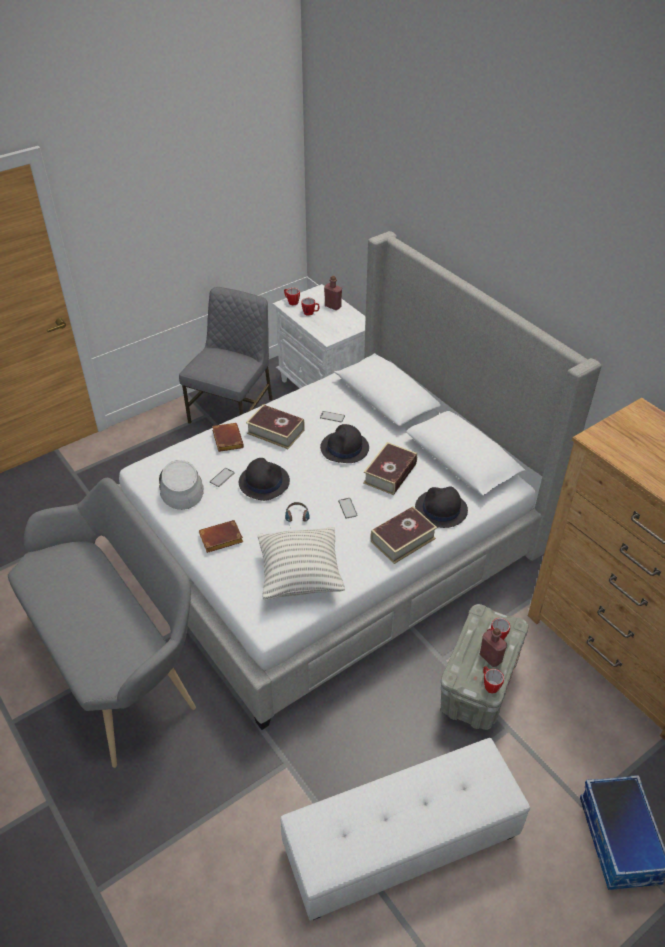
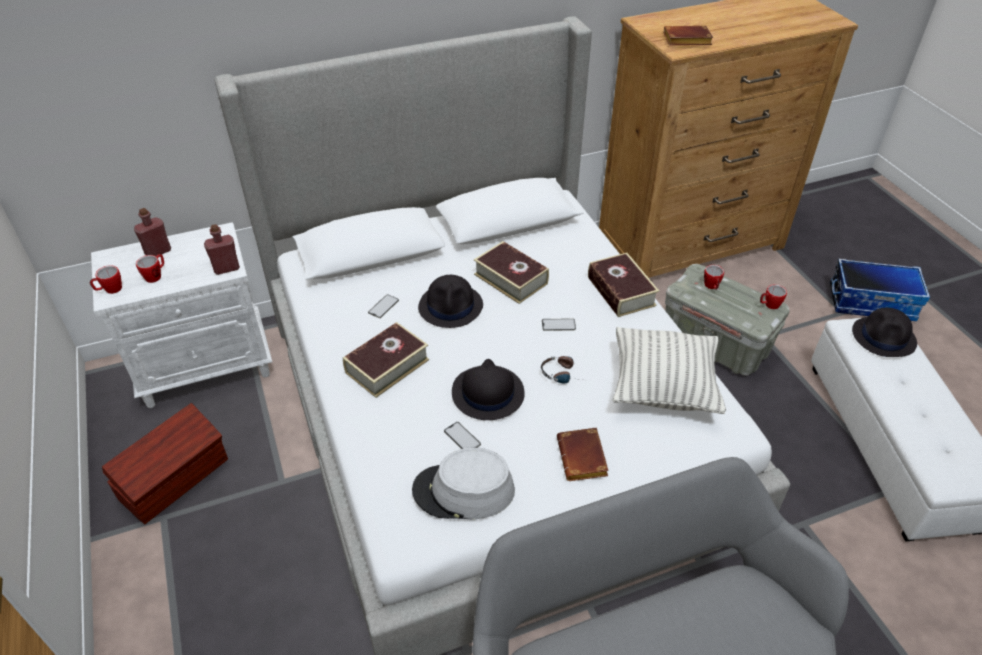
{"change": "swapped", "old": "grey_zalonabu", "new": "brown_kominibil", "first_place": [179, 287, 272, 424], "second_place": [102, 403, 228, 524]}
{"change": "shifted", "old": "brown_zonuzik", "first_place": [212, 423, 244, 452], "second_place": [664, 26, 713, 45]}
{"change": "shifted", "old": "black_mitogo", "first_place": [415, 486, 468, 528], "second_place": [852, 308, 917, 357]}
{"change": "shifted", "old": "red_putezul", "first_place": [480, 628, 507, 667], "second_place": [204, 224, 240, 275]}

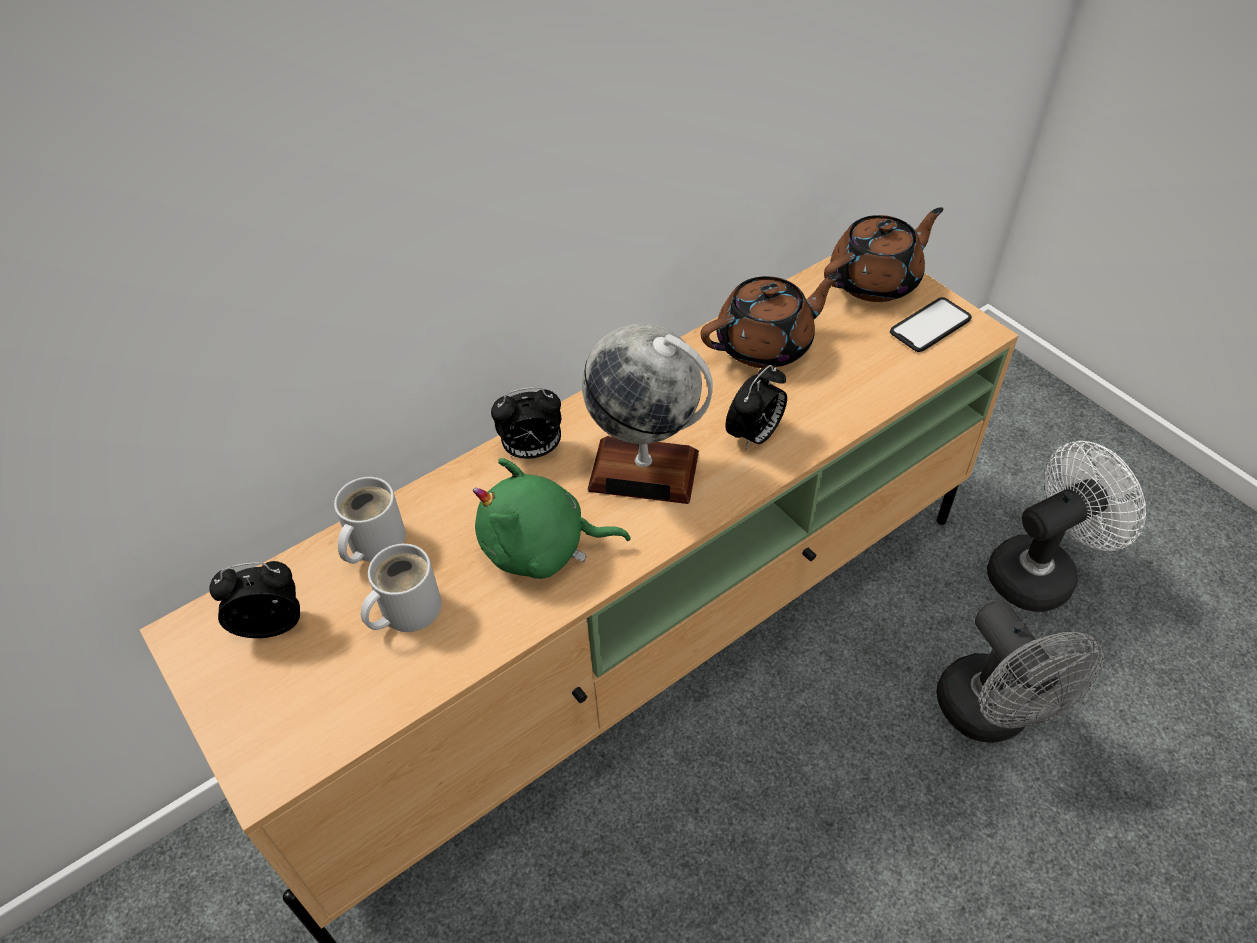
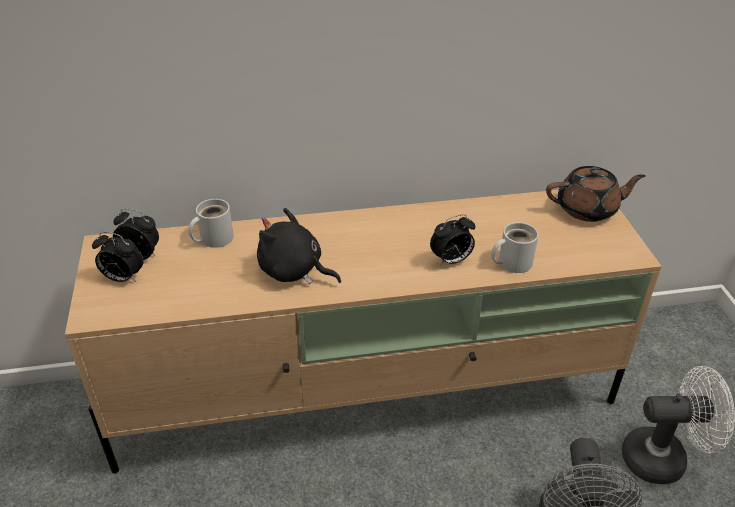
{"change": "gone", "old": "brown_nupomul", "first_place": [701, 273, 841, 368]}
{"change": "gone", "old": "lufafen", "first_place": [890, 297, 972, 352]}
{"change": "gone", "old": "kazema", "first_place": [582, 324, 713, 504]}
{"change": "shifted", "old": "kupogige", "first_place": [491, 387, 561, 459], "second_place": [92, 232, 144, 282]}
{"change": "repainted", "old": "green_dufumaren", "new": "black_dufumaren", "first_place": [473, 458, 630, 579], "second_place": [257, 208, 341, 284]}
{"change": "shifted", "old": "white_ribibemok", "first_place": [361, 544, 442, 632], "second_place": [491, 222, 538, 273]}

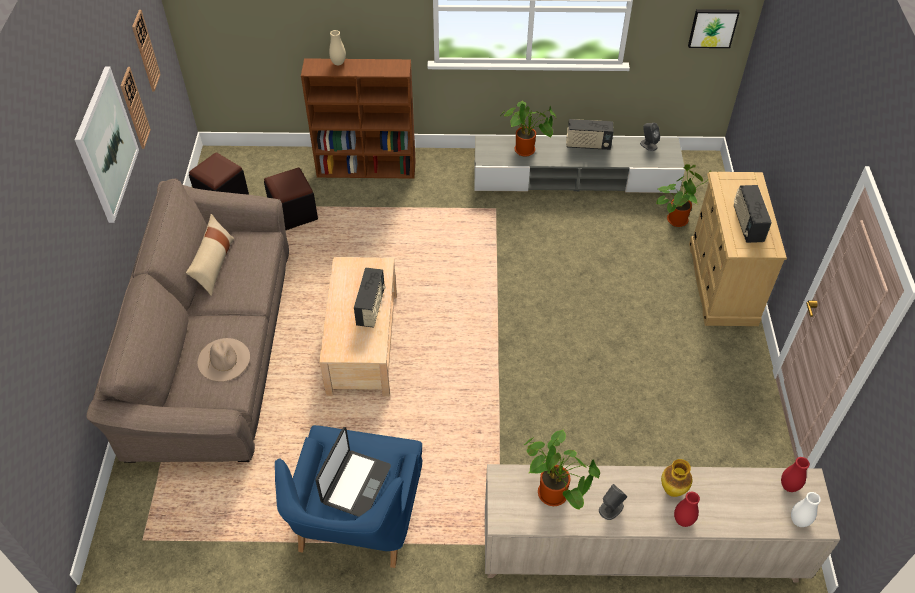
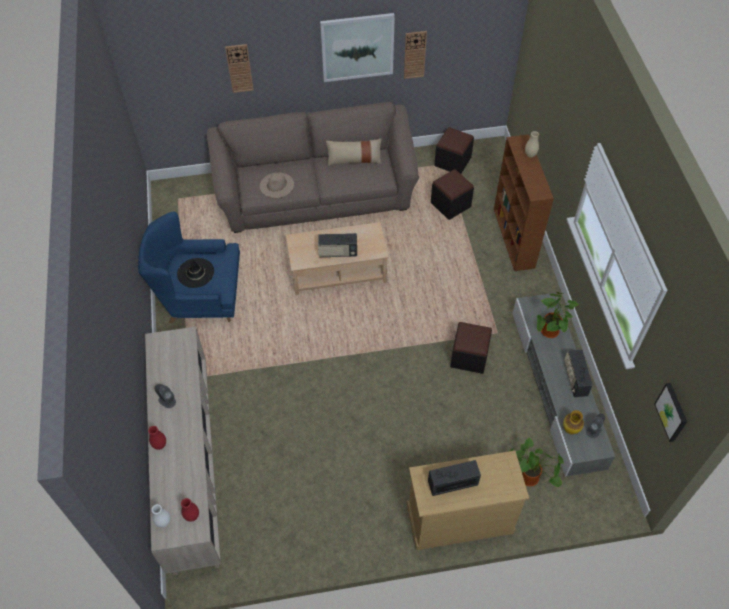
{"change": "shifted", "old": "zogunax", "first_place": [132, 10, 161, 92], "second_place": [225, 44, 254, 93]}
{"change": "swapped", "old": "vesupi", "new": "black_mitogo", "first_place": [316, 427, 391, 517], "second_place": [177, 258, 214, 288]}
{"change": "gone", "old": "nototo", "first_place": [524, 429, 600, 510]}
{"change": "shifted", "old": "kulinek", "first_place": [661, 459, 692, 497], "second_place": [563, 410, 584, 434]}
{"change": "new", "new": "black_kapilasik", "second_place": [450, 322, 492, 374]}

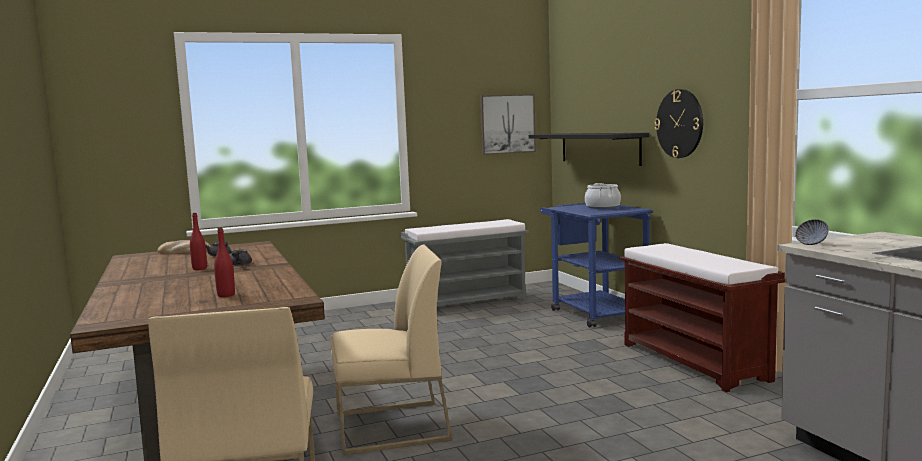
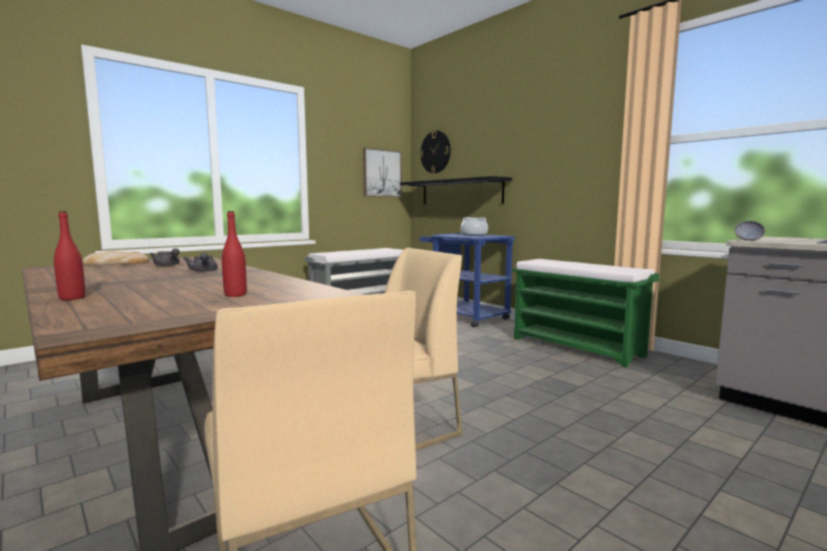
{"change": "shifted", "old": "zogunax", "first_place": [655, 89, 703, 158], "second_place": [420, 131, 451, 173]}
{"change": "shifted", "old": "red_putezul", "first_place": [190, 213, 207, 270], "second_place": [54, 211, 85, 300]}
{"change": "repainted", "old": "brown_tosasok", "new": "green_tosasok", "first_place": [620, 243, 785, 392], "second_place": [512, 259, 659, 368]}

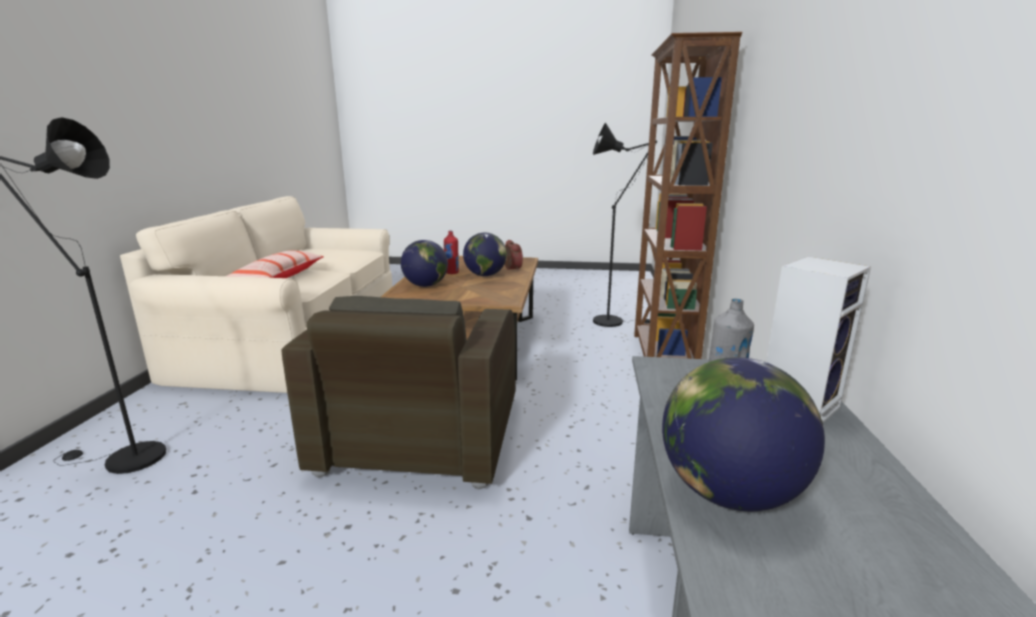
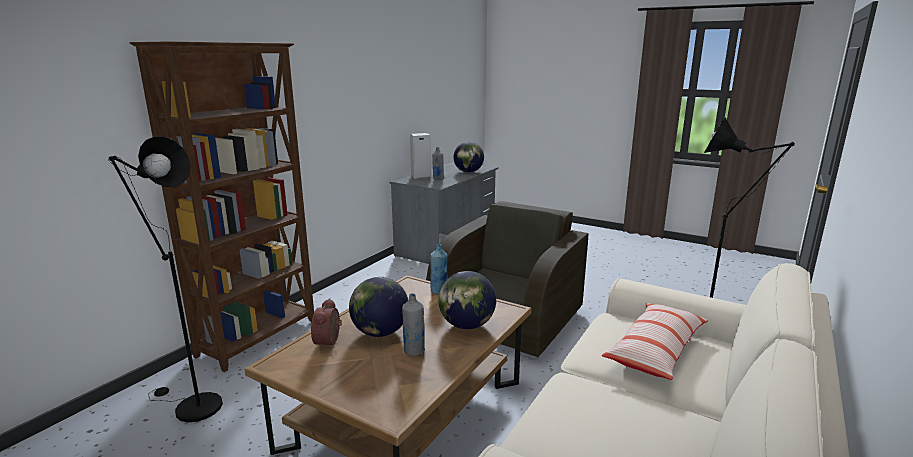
{"change": "repainted", "old": "red_putezul", "new": "grey_putezul", "first_place": [444, 231, 459, 274], "second_place": [402, 293, 425, 356]}
{"change": "new", "new": "blue_putezul", "second_place": [430, 244, 447, 294]}

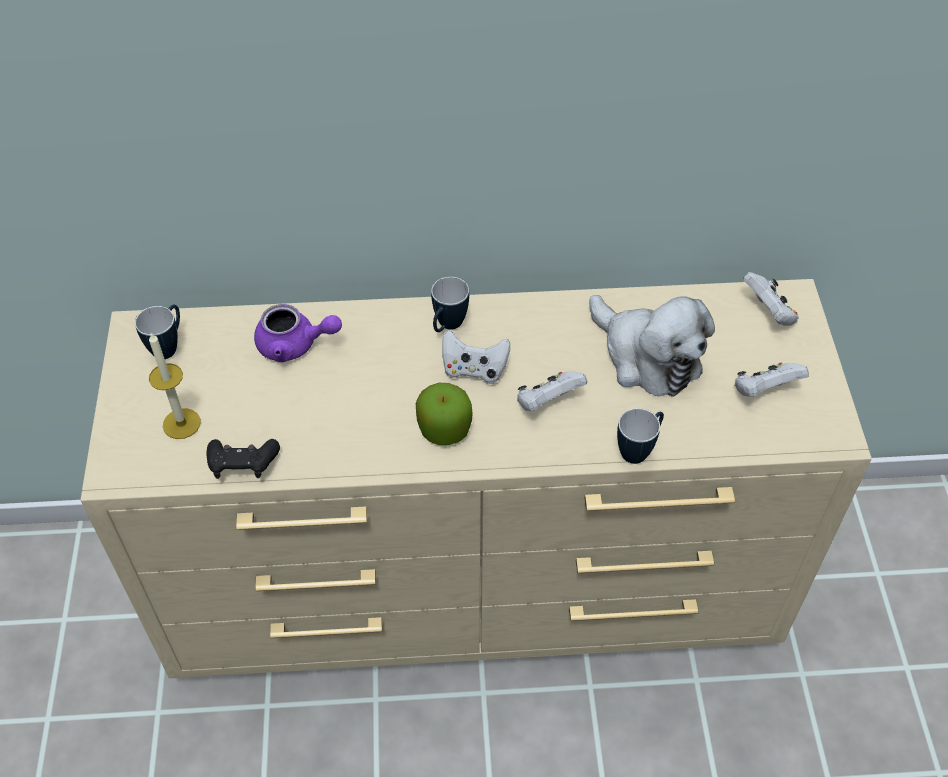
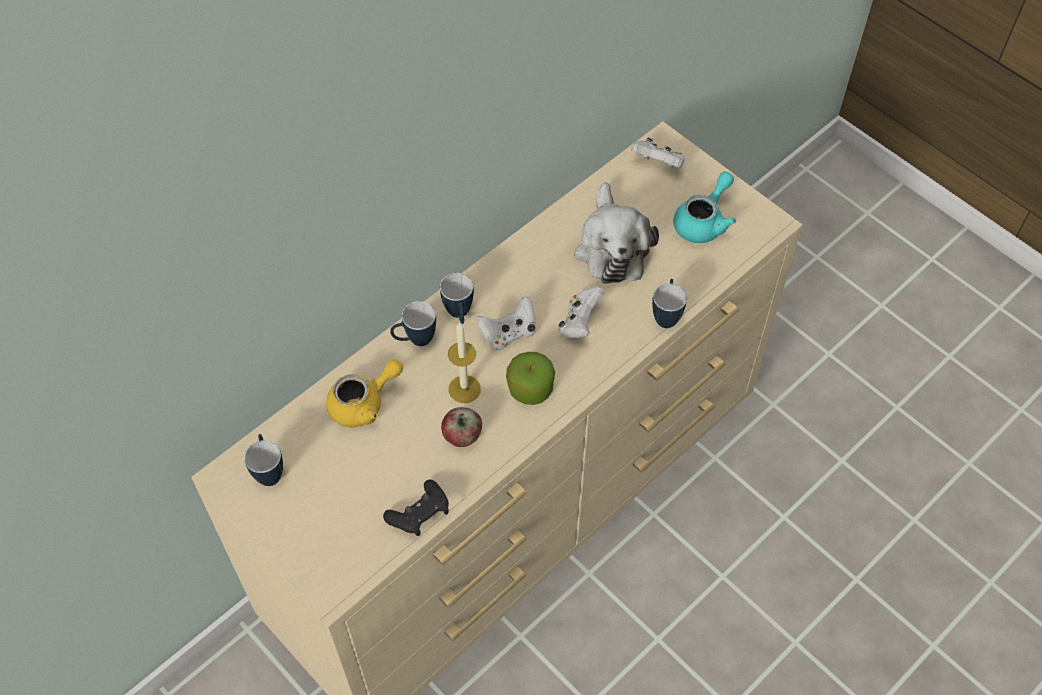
{"change": "rotated", "old": "dufumaren", "first_place": [589, 295, 715, 397], "second_place": [574, 182, 659, 284], "degrees": 75}
{"change": "repainted", "old": "purple_nupomul", "new": "yellow_nupomul", "first_place": [254, 304, 342, 362], "second_place": [326, 359, 403, 428]}
{"change": "shifted", "old": "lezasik", "first_place": [149, 333, 201, 439], "second_place": [448, 322, 481, 403]}
{"change": "swapped", "old": "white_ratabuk", "new": "turquoise_nupomul", "first_place": [734, 362, 809, 397], "second_place": [673, 171, 736, 243]}
{"change": "new", "new": "ribibemok", "second_place": [390, 301, 436, 346]}
{"change": "new", "new": "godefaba", "second_place": [441, 407, 482, 447]}

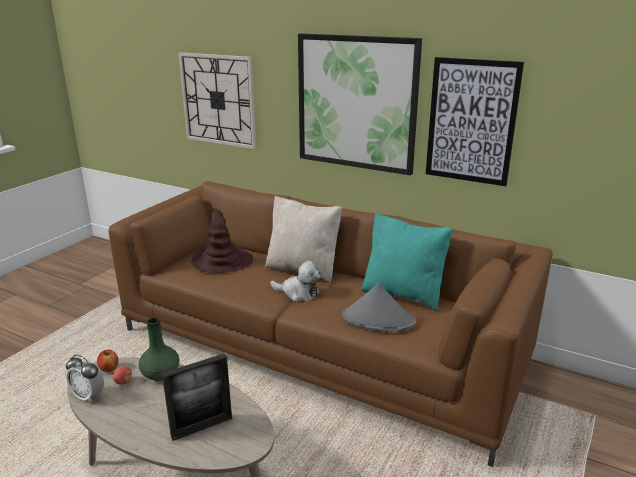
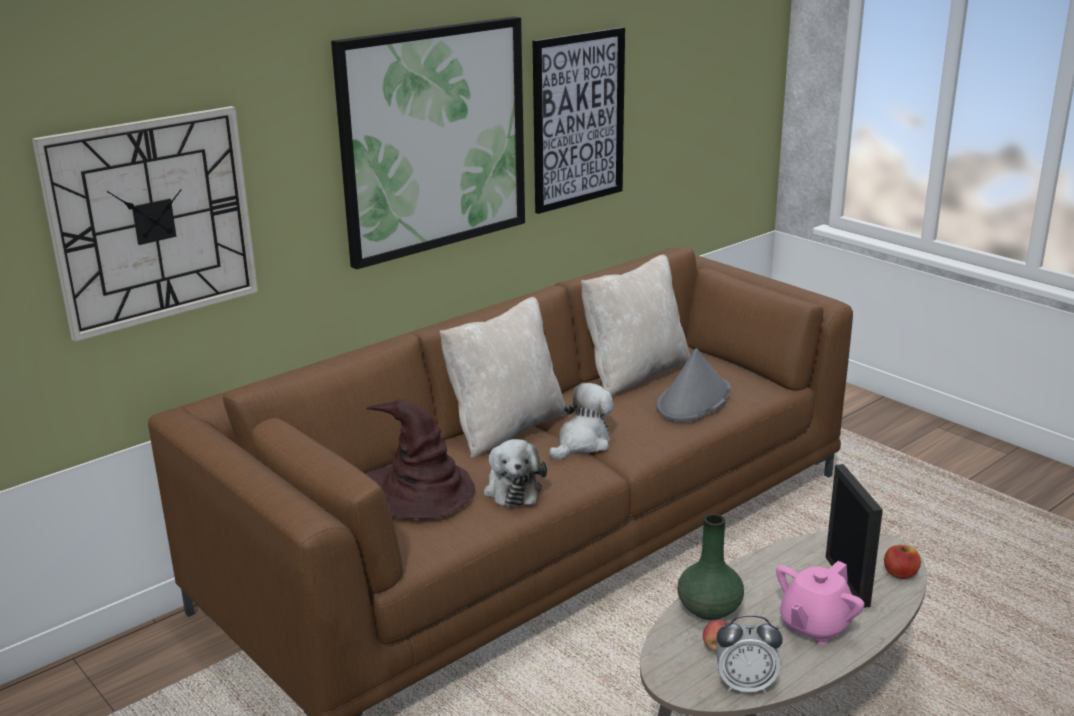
{"change": "repainted", "old": "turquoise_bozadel", "new": "beige_bozadel", "first_place": [361, 213, 453, 311], "second_place": [581, 254, 690, 396]}
{"change": "shifted", "old": "godefaba", "first_place": [97, 350, 118, 372], "second_place": [884, 545, 921, 579]}
{"change": "rotated", "old": "kupogige", "first_place": [66, 355, 104, 403], "second_place": [716, 615, 782, 693], "degrees": 45}
{"change": "new", "new": "dufumaren", "second_place": [483, 439, 547, 507]}
{"change": "new", "new": "pink_nupomul", "second_place": [776, 561, 864, 644]}

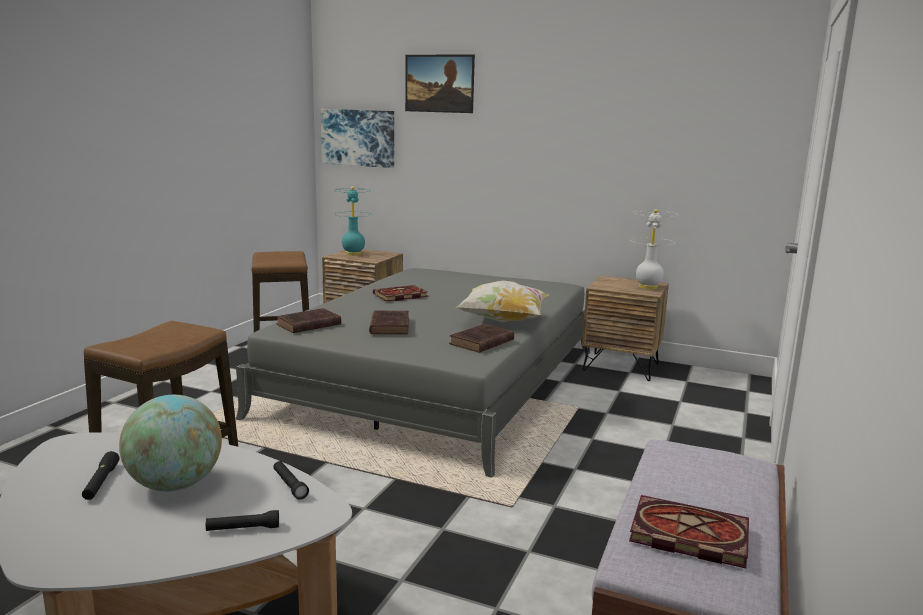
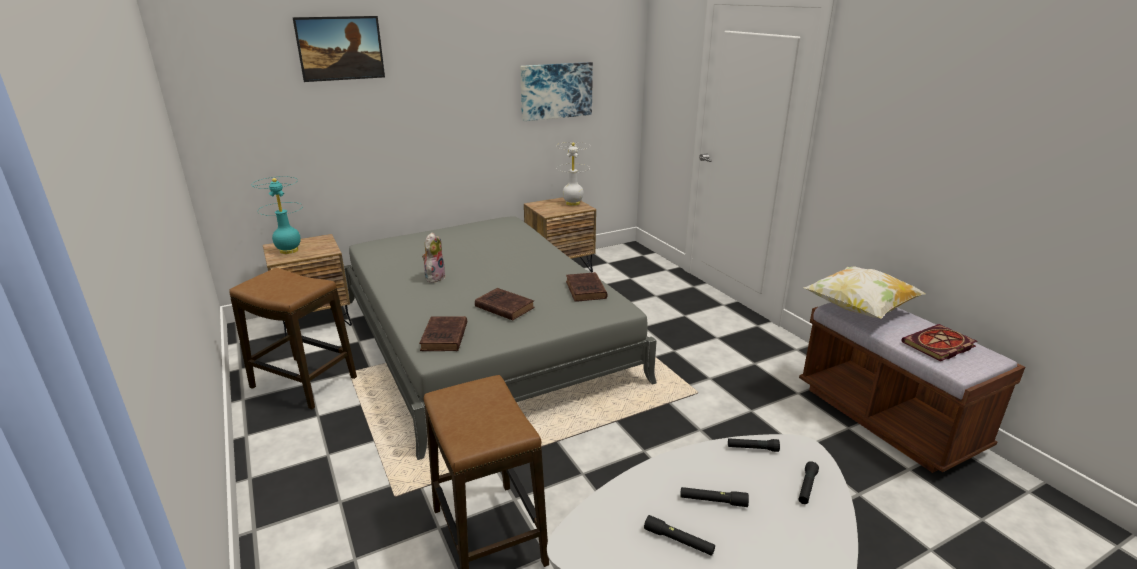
{"change": "shifted", "old": "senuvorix", "first_place": [321, 109, 394, 168], "second_place": [520, 62, 593, 121]}
{"change": "shifted", "old": "bozadel", "first_place": [455, 281, 548, 322], "second_place": [804, 266, 926, 319]}
{"change": "swapped", "old": "zonuzik", "new": "dufumaren", "first_place": [373, 285, 428, 302], "second_place": [422, 232, 446, 283]}
{"change": "swapped", "old": "kazema", "new": "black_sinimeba", "first_place": [119, 395, 222, 491], "second_place": [680, 487, 749, 507]}

